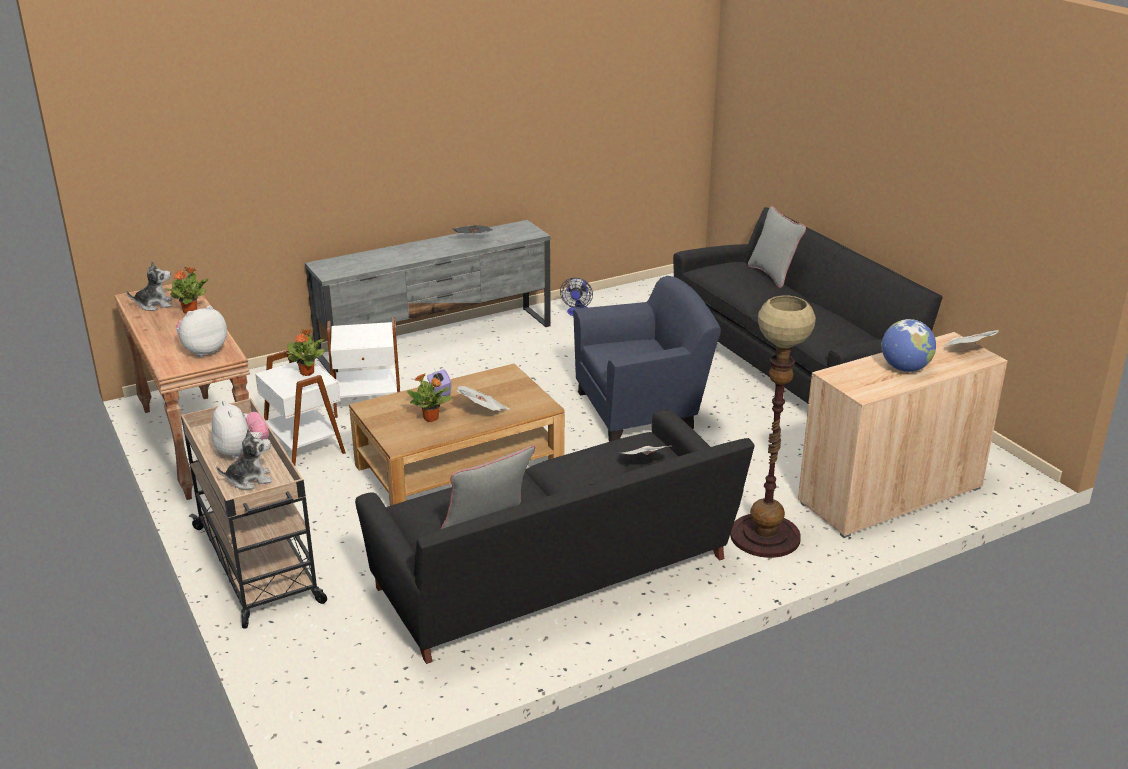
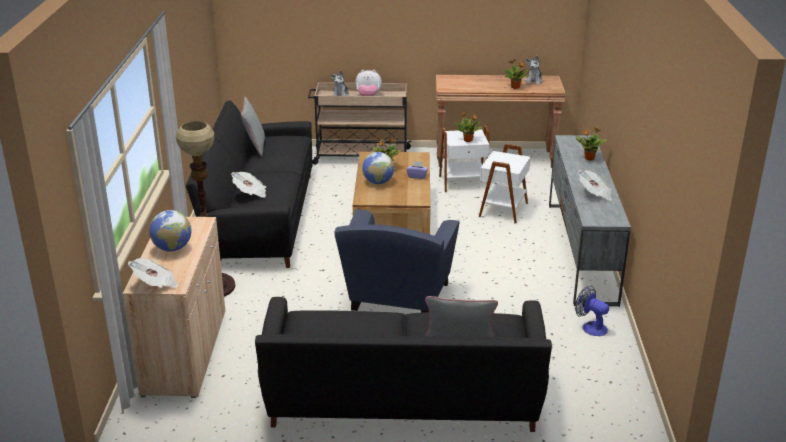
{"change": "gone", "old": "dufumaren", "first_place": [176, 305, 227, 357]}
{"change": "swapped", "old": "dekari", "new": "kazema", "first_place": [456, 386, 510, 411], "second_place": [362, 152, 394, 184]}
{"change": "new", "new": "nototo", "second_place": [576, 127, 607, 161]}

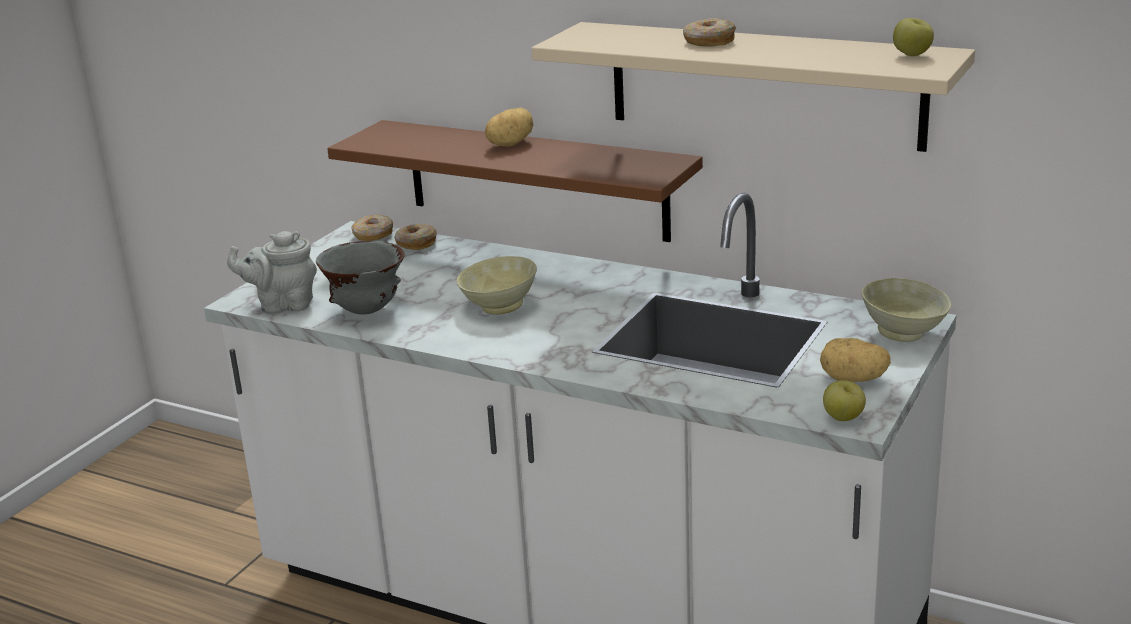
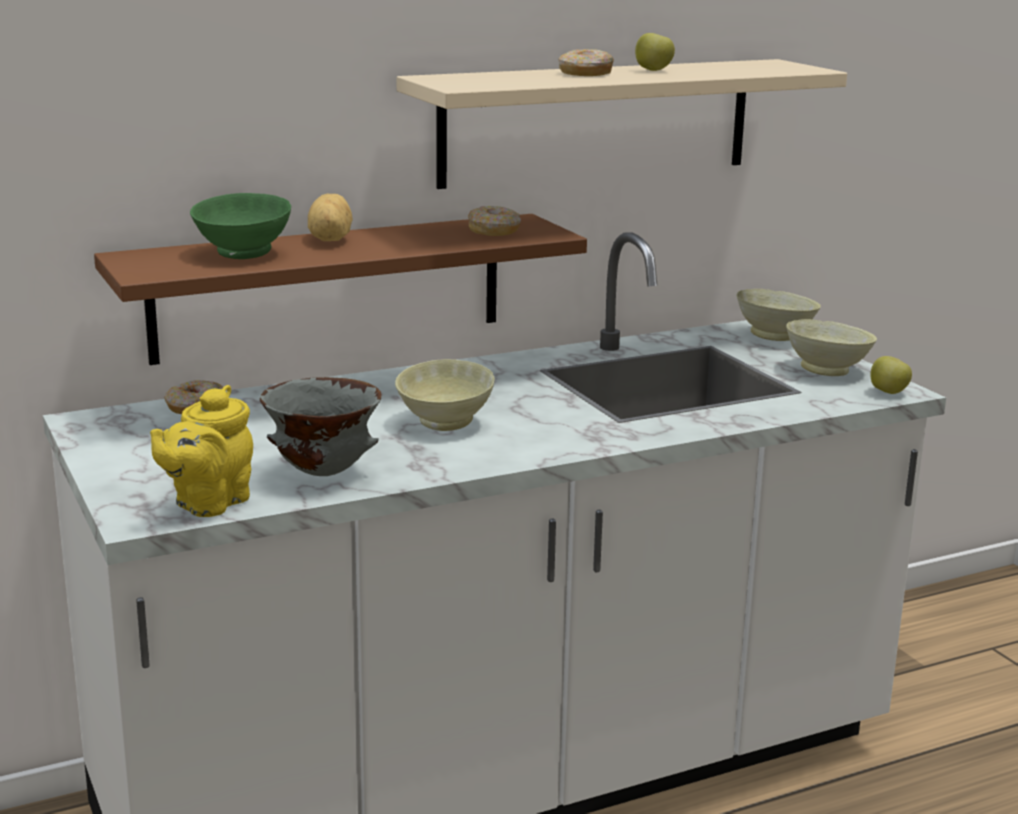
{"change": "shifted", "old": "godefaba", "first_place": [893, 18, 934, 56], "second_place": [635, 33, 675, 71]}
{"change": "shifted", "old": "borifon", "first_place": [351, 214, 393, 241], "second_place": [468, 206, 521, 236]}
{"change": "repainted", "old": "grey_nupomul", "new": "yellow_nupomul", "first_place": [227, 231, 317, 314], "second_place": [150, 385, 253, 517]}
{"change": "swapped", "old": "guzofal", "new": "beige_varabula", "first_place": [820, 338, 891, 382], "second_place": [786, 319, 877, 376]}
{"change": "new", "new": "green_varabula", "second_place": [190, 193, 291, 259]}

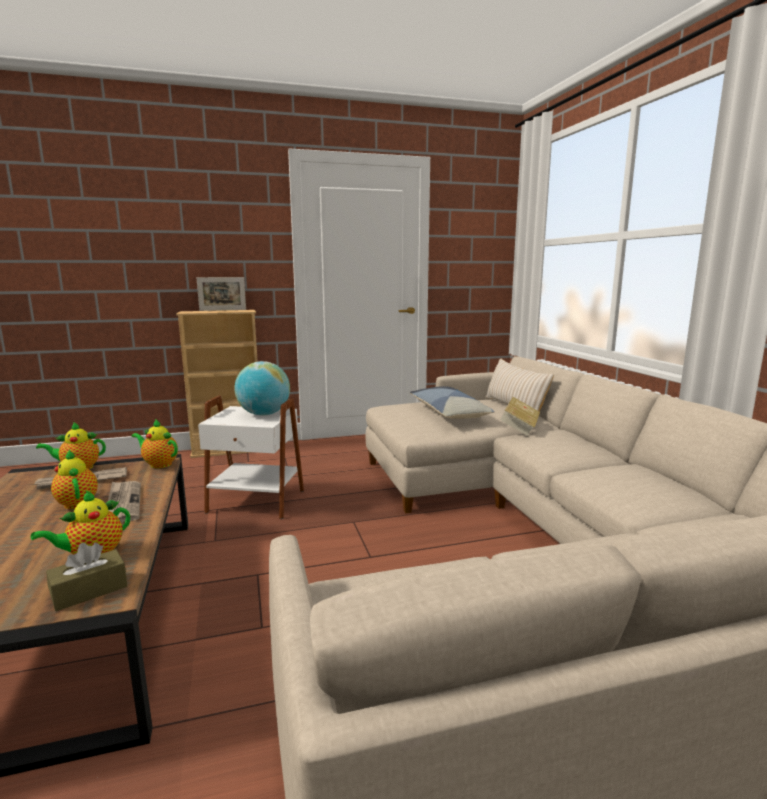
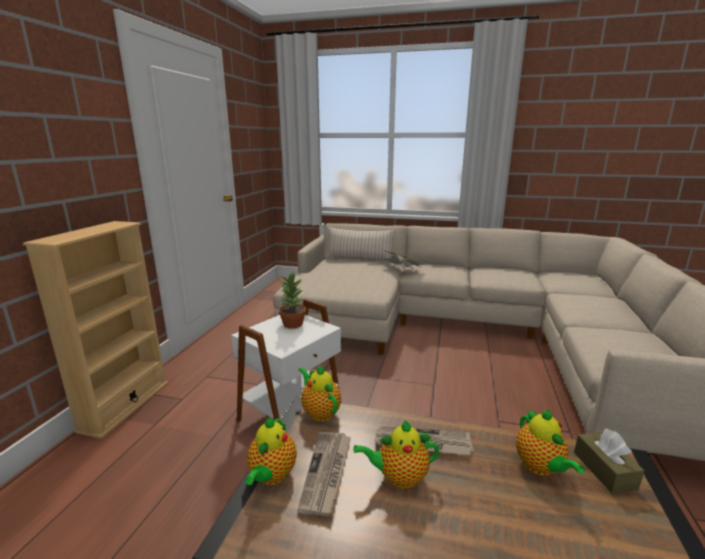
{"change": "gone", "old": "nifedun", "first_place": [196, 277, 246, 311]}
{"change": "swapped", "old": "kazema", "new": "nototo", "first_place": [234, 361, 290, 416], "second_place": [279, 271, 306, 328]}
{"change": "gone", "old": "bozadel", "first_place": [410, 386, 495, 419]}
{"change": "rotated", "old": "nupomul", "first_place": [132, 419, 178, 468], "second_place": [299, 365, 341, 422], "degrees": 90}

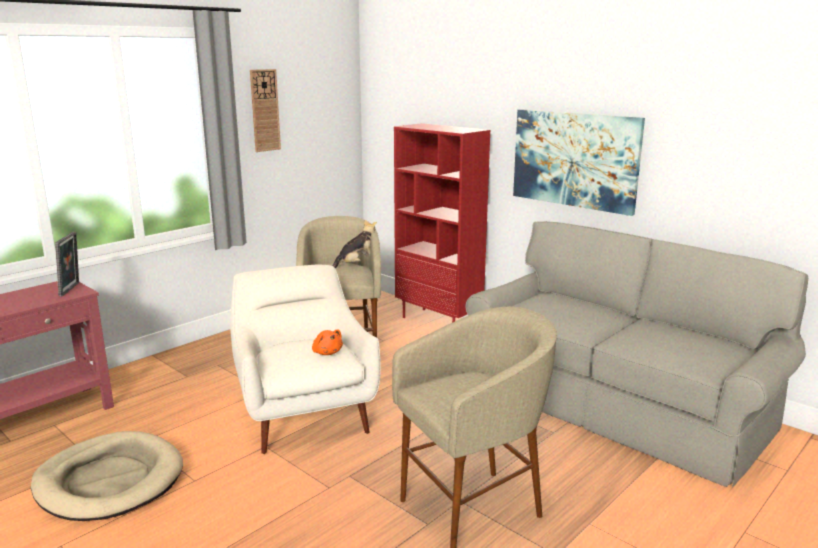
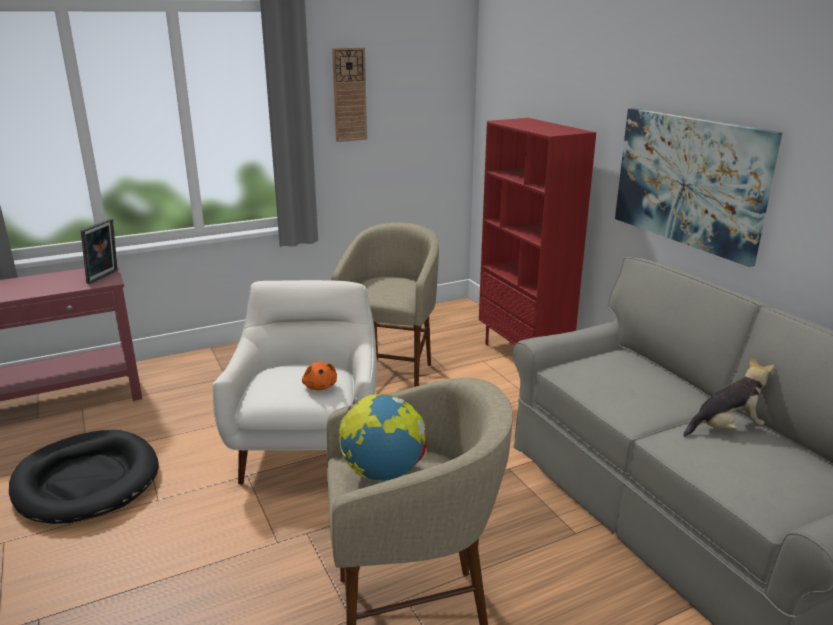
{"change": "shifted", "old": "dufumaren", "first_place": [333, 220, 377, 268], "second_place": [683, 357, 774, 437]}
{"change": "repainted", "old": "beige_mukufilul", "new": "black_mukufilul", "first_place": [31, 431, 183, 521], "second_place": [9, 430, 159, 524]}
{"change": "new", "new": "kazema", "second_place": [339, 394, 427, 481]}

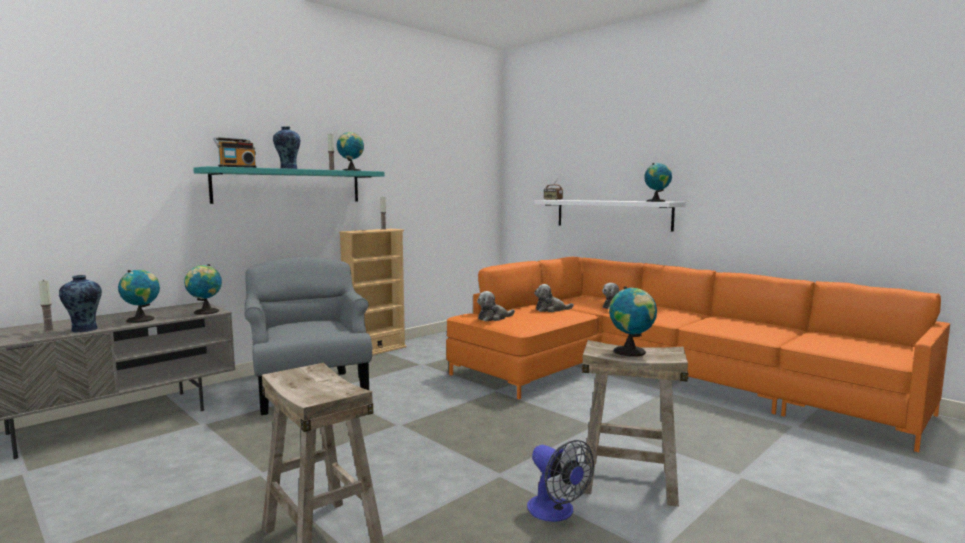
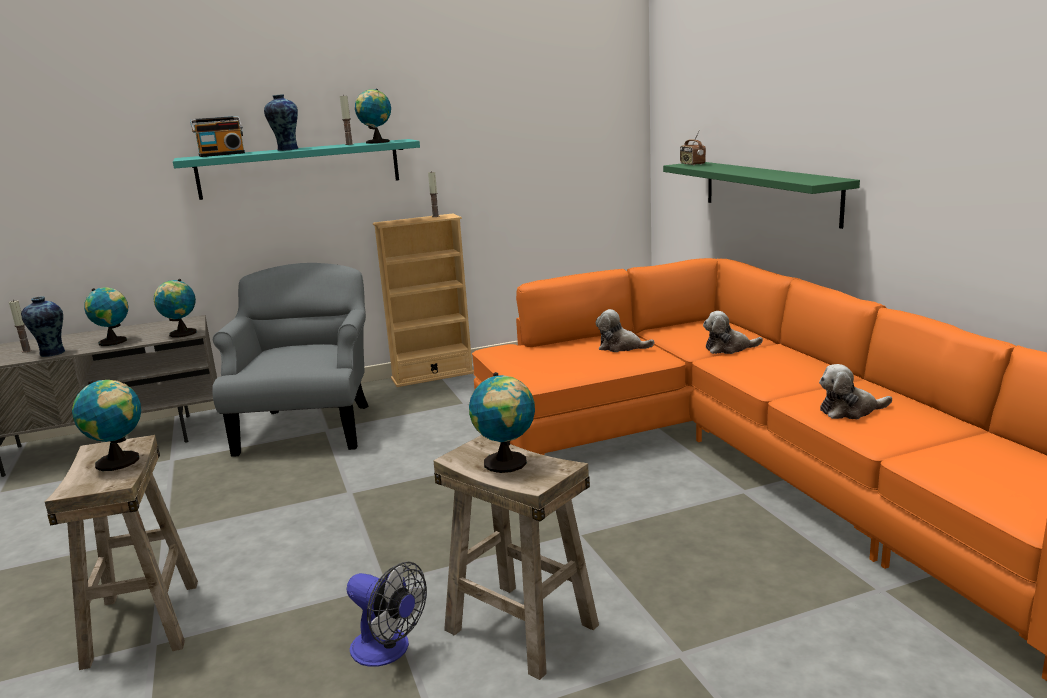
{"change": "shifted", "old": "kazema", "first_place": [644, 163, 672, 202], "second_place": [72, 380, 141, 471]}
{"change": "repainted", "old": "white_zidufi", "new": "green_zidufi", "first_place": [534, 200, 686, 232], "second_place": [663, 162, 860, 229]}
{"change": "shifted", "old": "dufumaren", "first_place": [477, 291, 515, 322], "second_place": [819, 364, 892, 419]}
{"change": "rotated", "old": "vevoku", "first_place": [527, 440, 594, 522], "second_place": [346, 561, 427, 667], "degrees": -45}

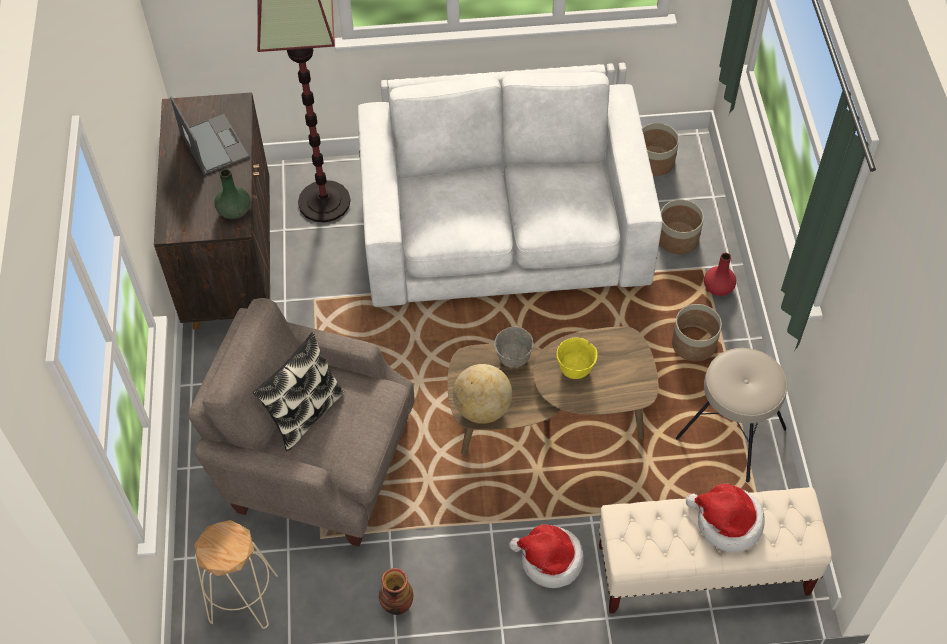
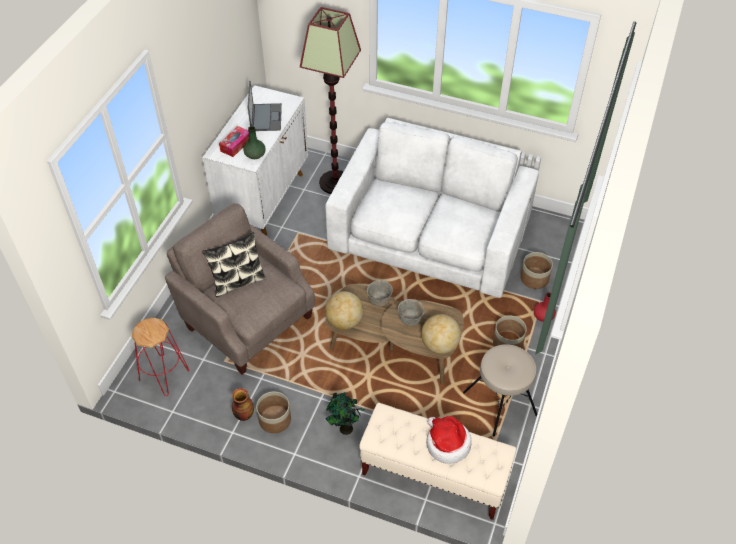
{"change": "repainted", "old": "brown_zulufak", "new": "white_zulufak", "first_place": [154, 92, 270, 330], "second_place": [202, 85, 308, 235]}
{"change": "shifted", "old": "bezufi", "first_place": [643, 123, 679, 176], "second_place": [256, 392, 291, 433]}
{"change": "repainted", "old": "yellow_varabula", "new": "grey_varabula", "first_place": [556, 337, 598, 379], "second_place": [398, 299, 425, 326]}
{"change": "repainted", "old": "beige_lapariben", "new": "red_lapariben", "first_place": [194, 520, 278, 629], "second_place": [131, 318, 189, 396]}
{"change": "swapped", "old": "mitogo", "new": "nototo", "first_place": [509, 524, 584, 588], "second_place": [325, 392, 365, 435]}
{"change": "new", "new": "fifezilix", "second_place": [219, 126, 249, 157]}
{"change": "new", "new": "kazema", "second_place": [421, 314, 461, 354]}

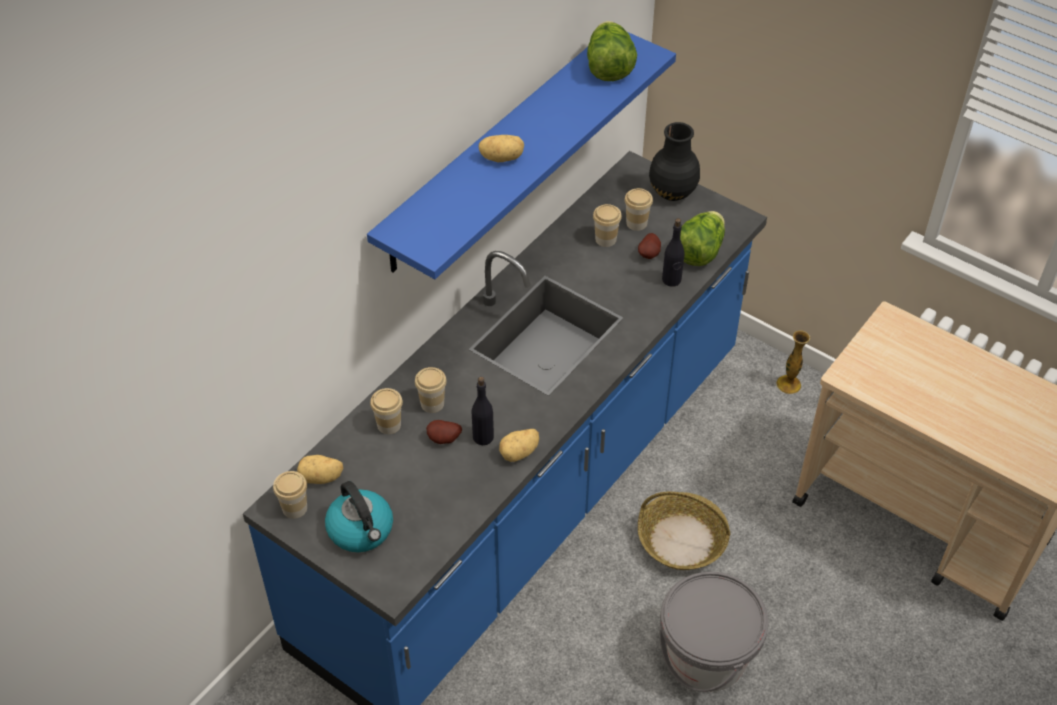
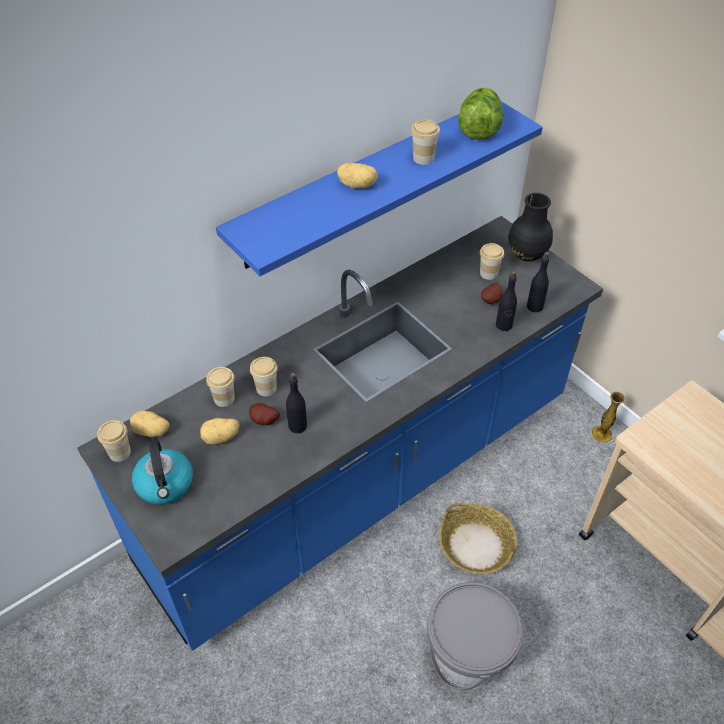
{"change": "shifted", "old": "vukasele", "first_place": [593, 204, 622, 247], "second_place": [411, 120, 440, 165]}
{"change": "swapped", "old": "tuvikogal", "new": "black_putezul", "first_place": [680, 211, 725, 266], "second_place": [527, 252, 549, 312]}
{"change": "shifted", "old": "guzofal", "first_place": [499, 429, 539, 462], "second_place": [200, 418, 240, 444]}

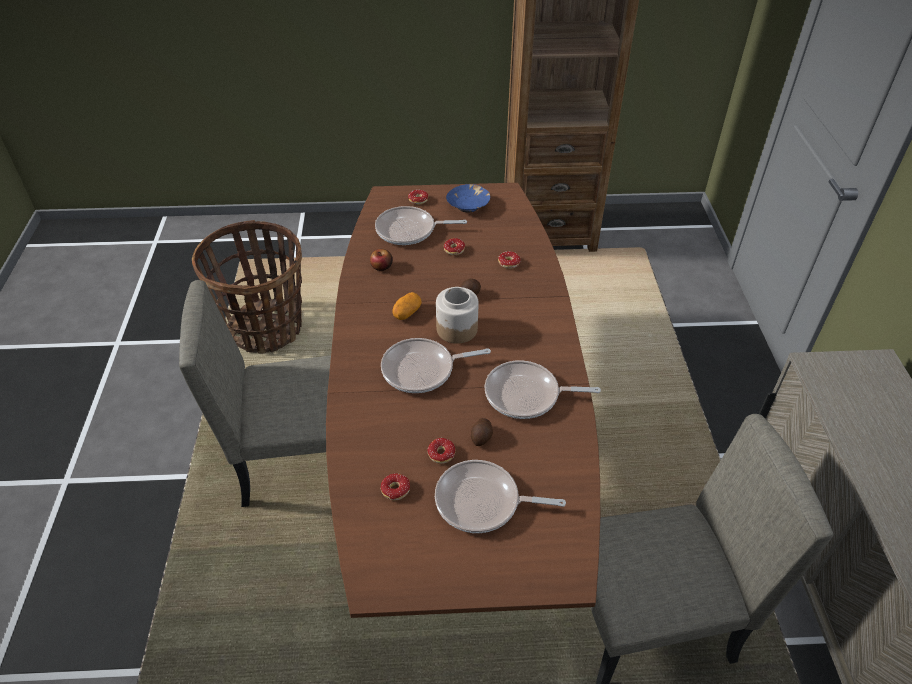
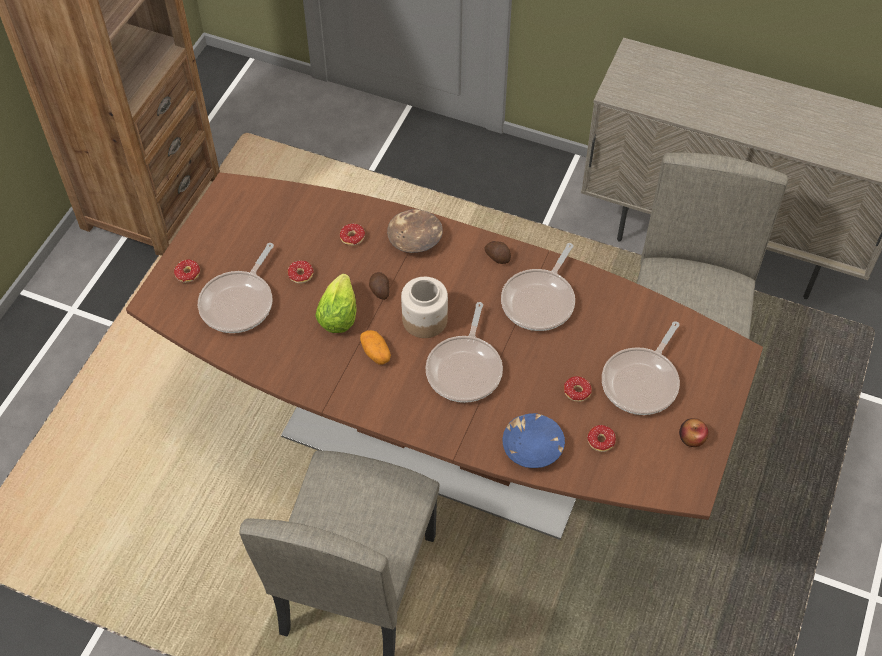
{"change": "shifted", "old": "blue_varabula", "first_place": [446, 184, 490, 212], "second_place": [503, 413, 565, 468]}
{"change": "gone", "old": "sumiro", "first_place": [192, 220, 302, 354]}
{"change": "shifted", "old": "godefaba", "first_place": [370, 249, 393, 271], "second_place": [679, 418, 708, 447]}
{"change": "shifted", "old": "guzofal", "first_place": [471, 418, 493, 446], "second_place": [485, 241, 511, 264]}
{"change": "new", "new": "brown_varabula", "second_place": [387, 209, 443, 253]}
{"change": "new", "new": "tuvikogal", "second_place": [315, 274, 357, 333]}

